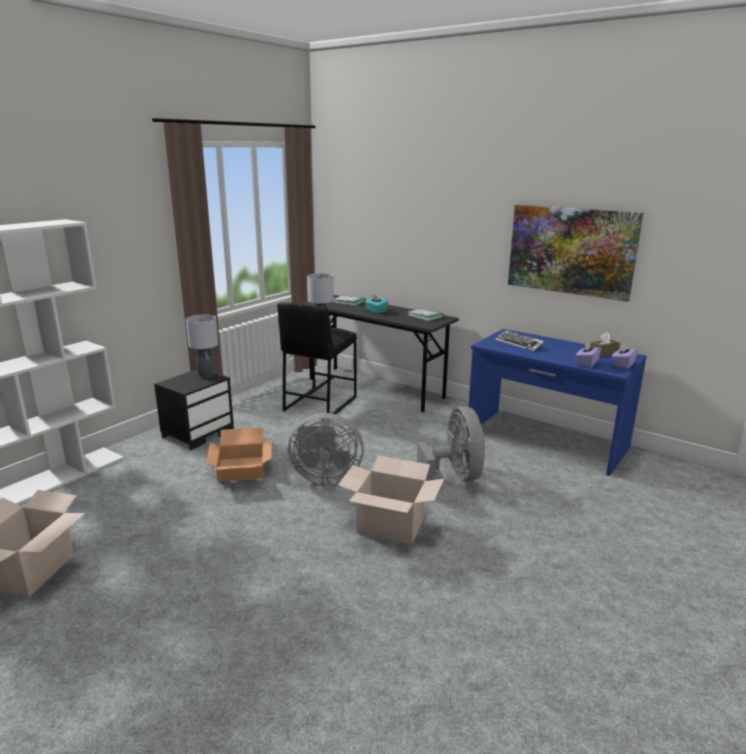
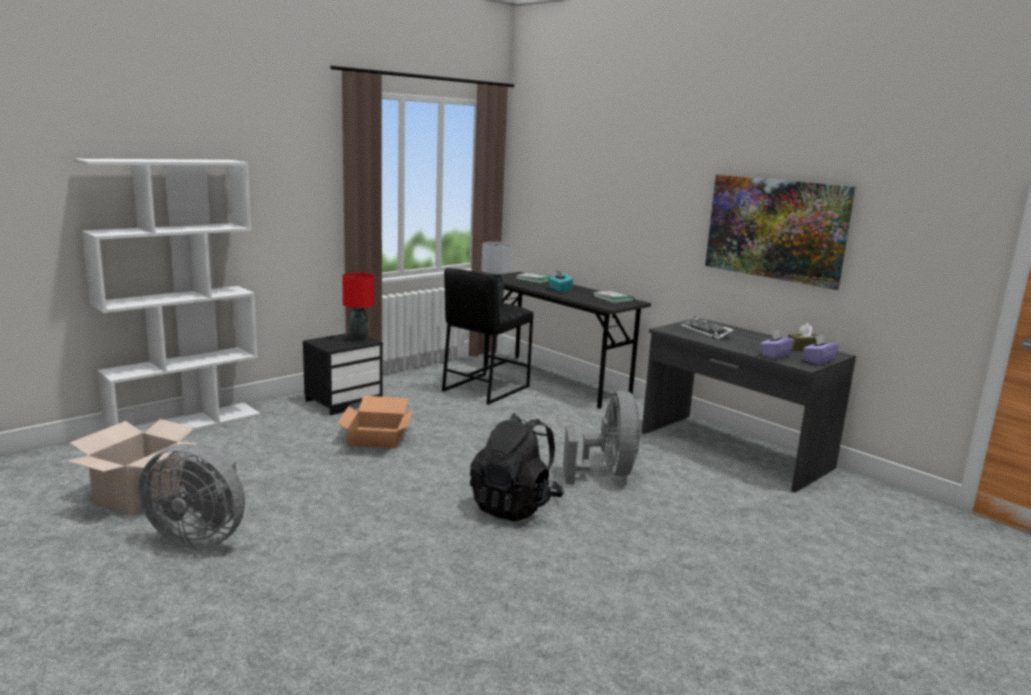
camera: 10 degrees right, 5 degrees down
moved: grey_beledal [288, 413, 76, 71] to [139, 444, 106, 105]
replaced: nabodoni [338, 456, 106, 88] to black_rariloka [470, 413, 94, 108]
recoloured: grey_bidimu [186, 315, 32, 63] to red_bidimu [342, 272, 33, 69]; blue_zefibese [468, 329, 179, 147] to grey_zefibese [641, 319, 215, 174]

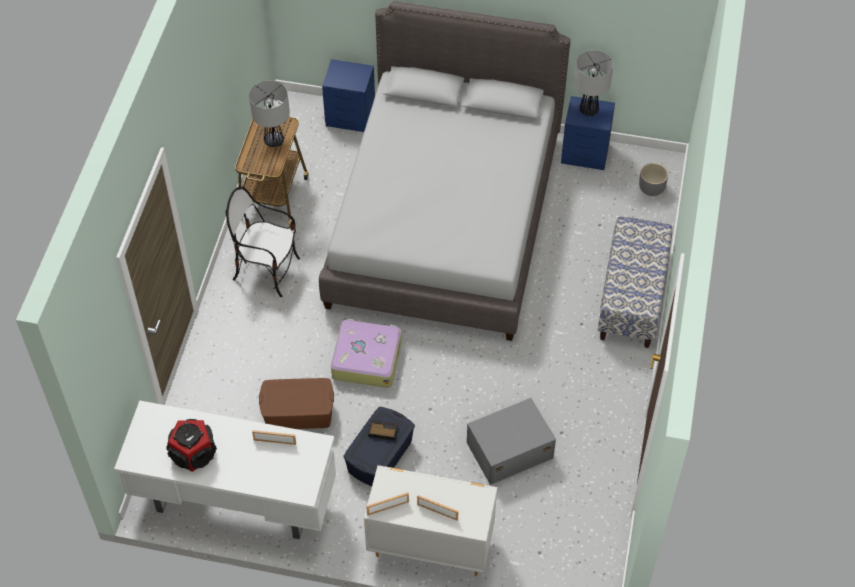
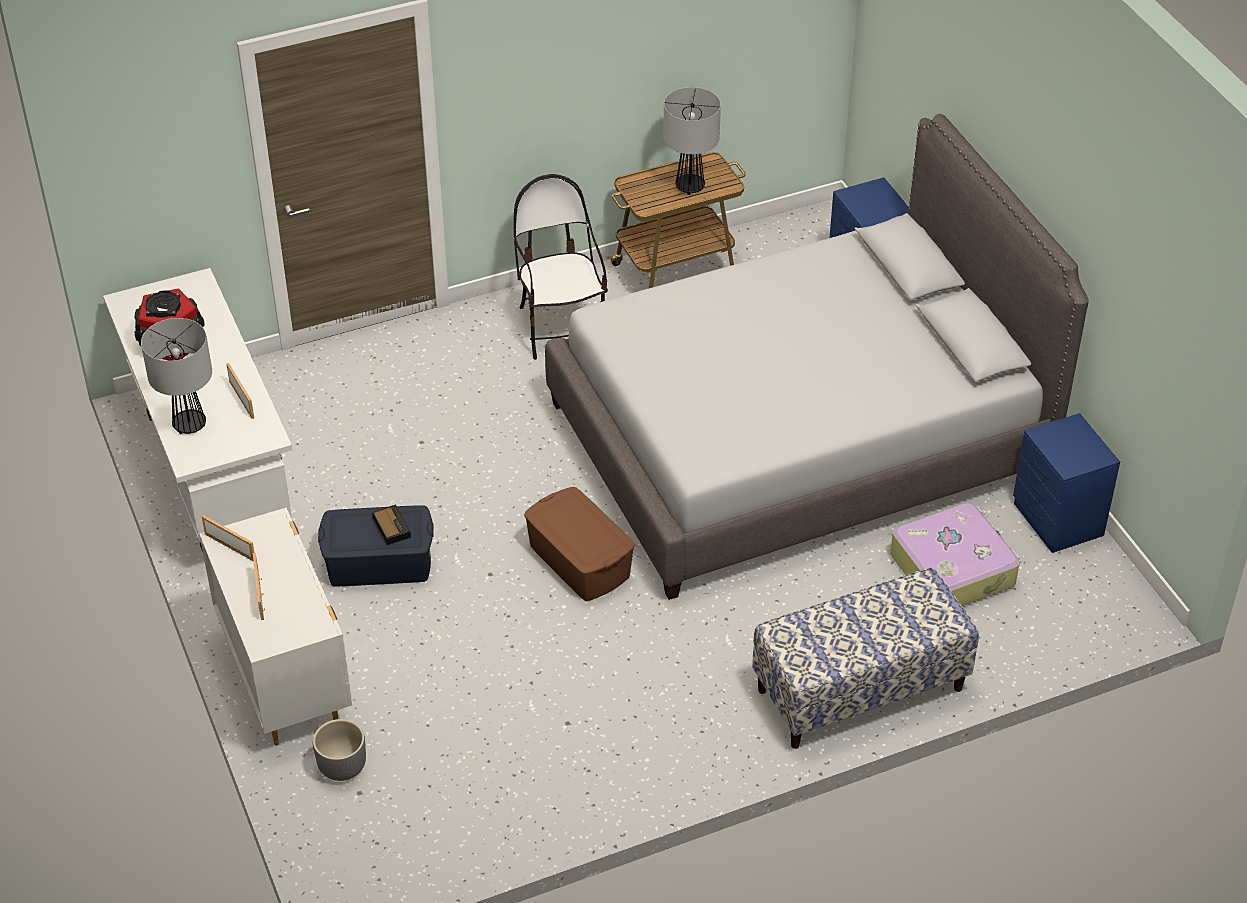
camera: 55 degrees right, 10 degrees down
removed: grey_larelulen [467, 398, 89, 87]
moved: bidimu [574, 50, 39, 66] to [141, 318, 71, 116]; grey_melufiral [639, 163, 29, 33] to [313, 719, 53, 62]; brown_larelulen [259, 378, 75, 51] to [524, 487, 111, 114]; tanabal [331, 319, 71, 69] to [890, 503, 130, 103]

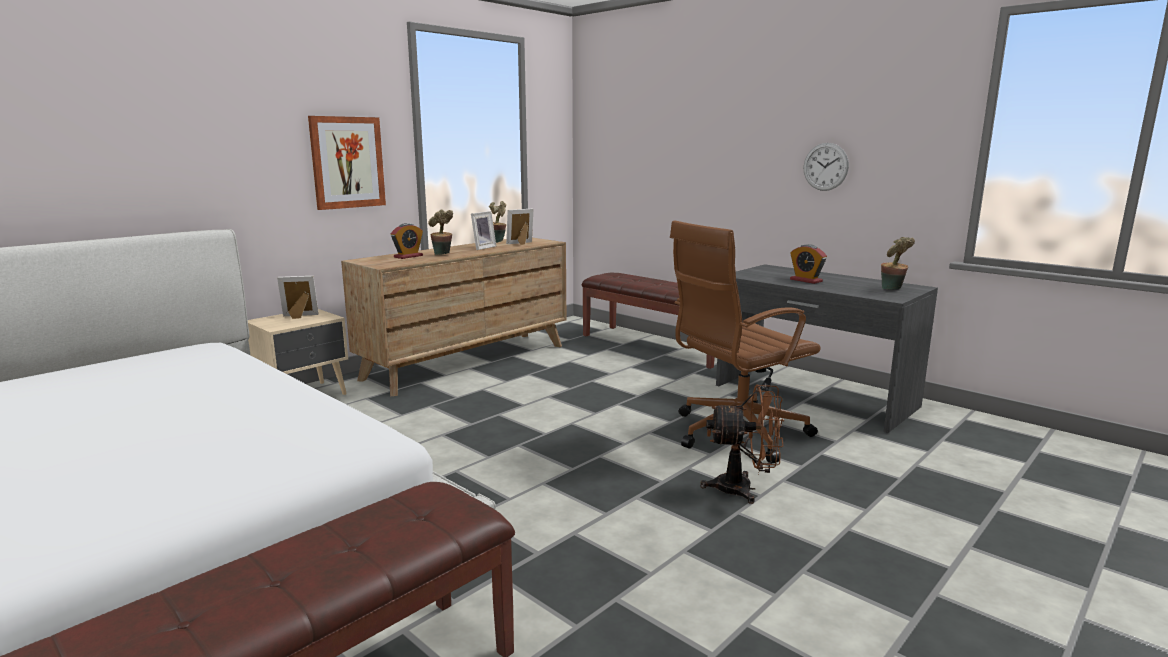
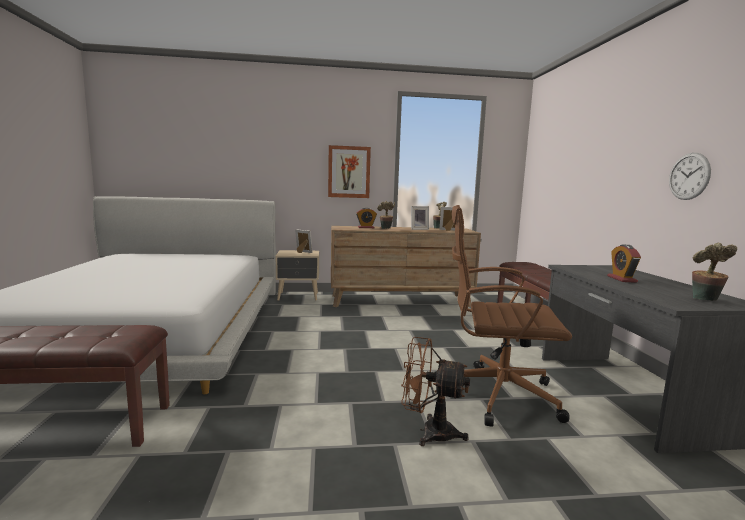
camera: 40 degrees right, 5 degrees down
turned: brown_beledal [700, 385, 84, 119] = [401, 337, 69, 109] 150 degrees clockwise

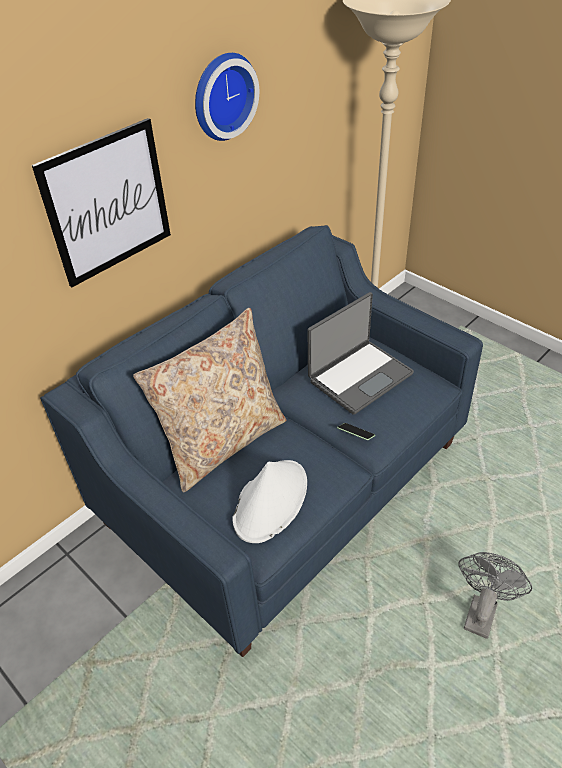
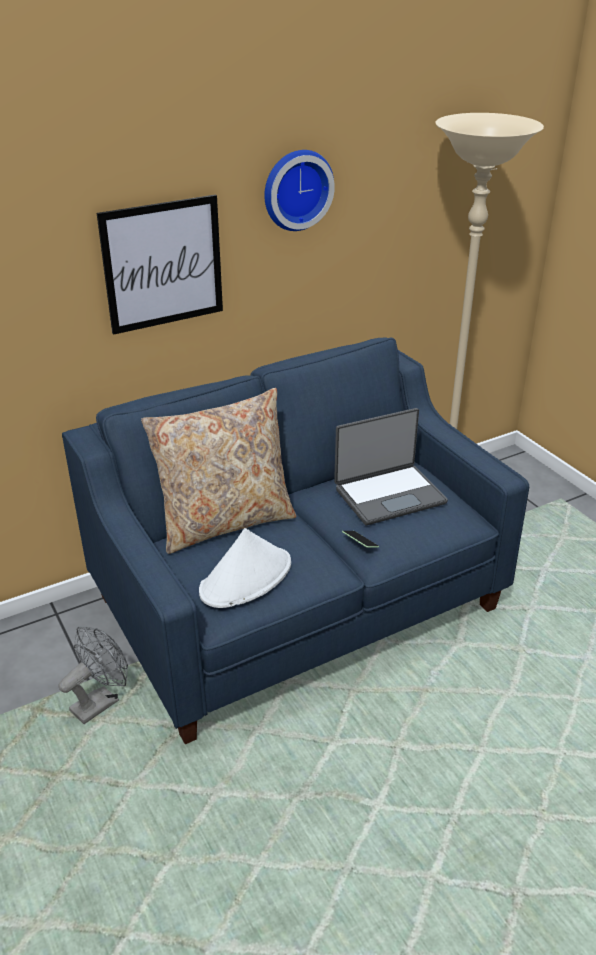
camera: 15 degrees right, 10 degrees down
moved: grey_beledal [458, 552, 74, 87] to [59, 627, 69, 97]

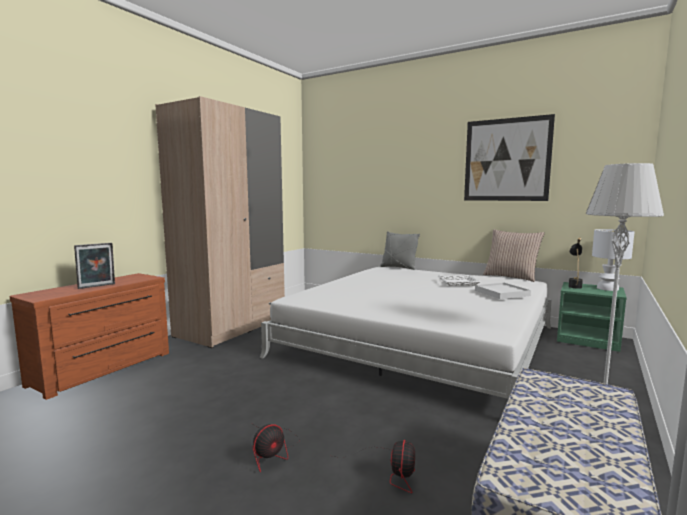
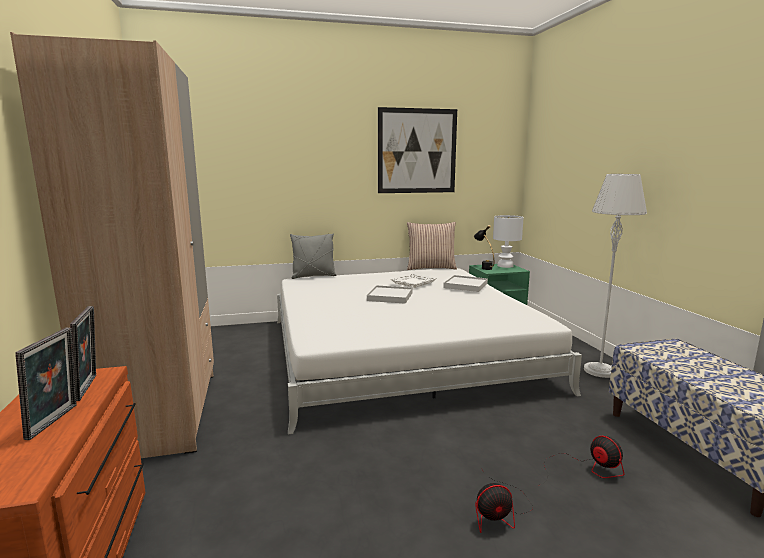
camera: 45 degrees left, 5 degrees up
added: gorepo [70, 306, 26, 95]; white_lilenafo [367, 285, 45, 19]
turned: beledal [252, 424, 48, 49] = [475, 471, 58, 62] 75 degrees clockwise

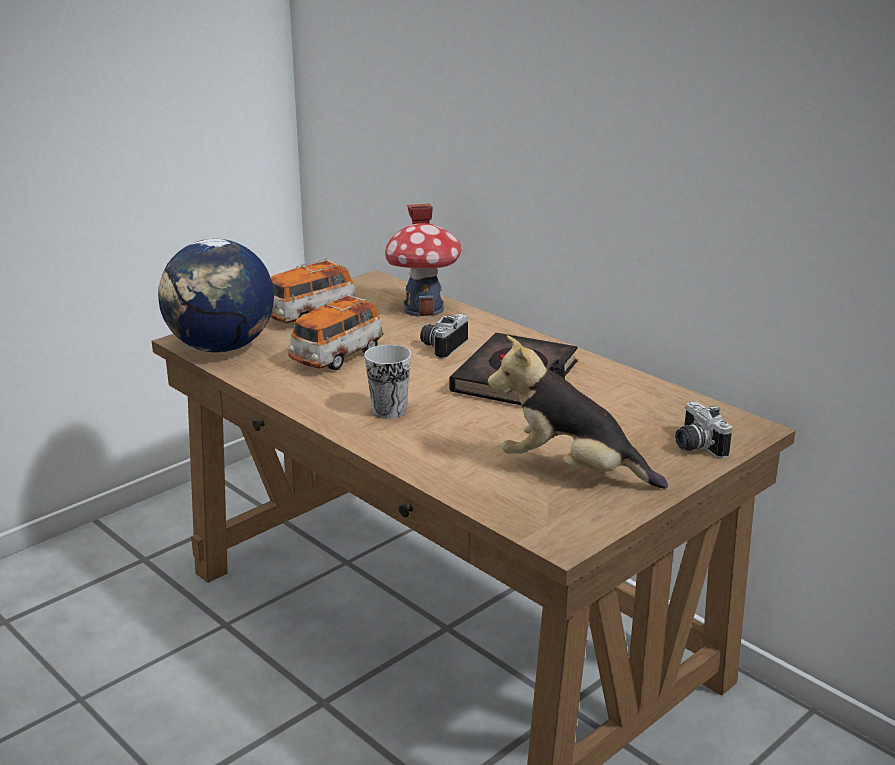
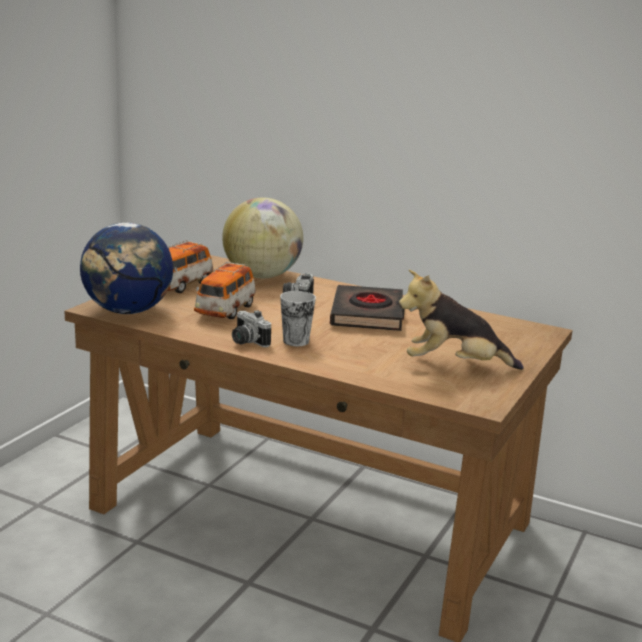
camera: 20 degrees left, 5 degrees down
moved: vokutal [675, 401, 57, 58] to [232, 310, 39, 37]
replaced: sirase [385, 204, 77, 113] to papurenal [222, 197, 81, 81]

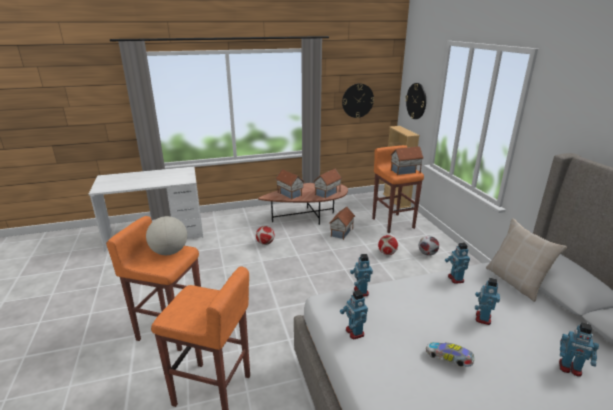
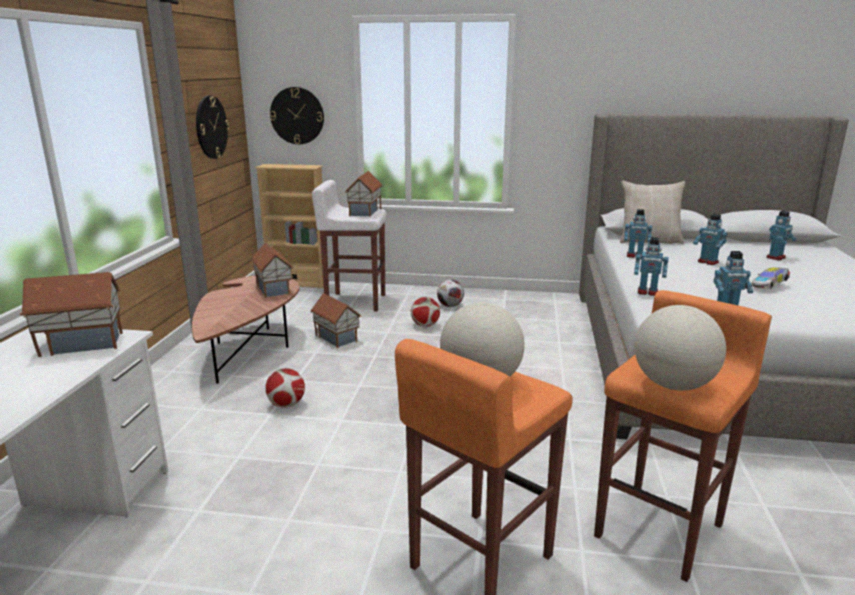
camera: 65 degrees left, 5 degrees down
added: papurenal [635, 305, 91, 86]
moved: sirase [275, 169, 29, 30] to [20, 272, 103, 85]
recoloured: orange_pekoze [372, 145, 52, 88] to white_pekoze [312, 180, 75, 131]

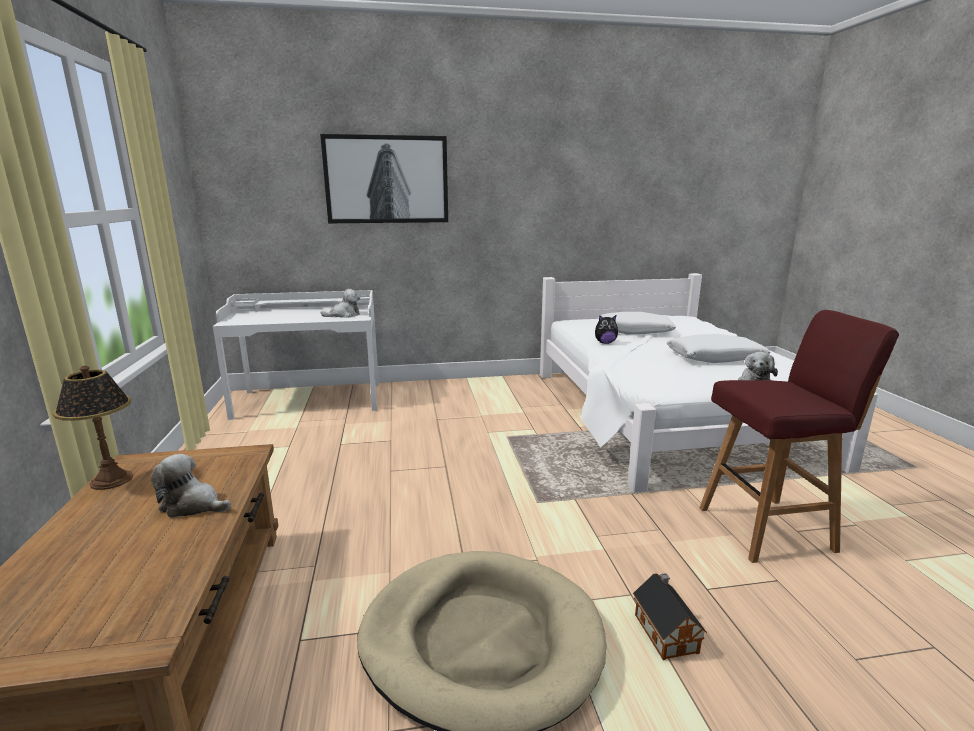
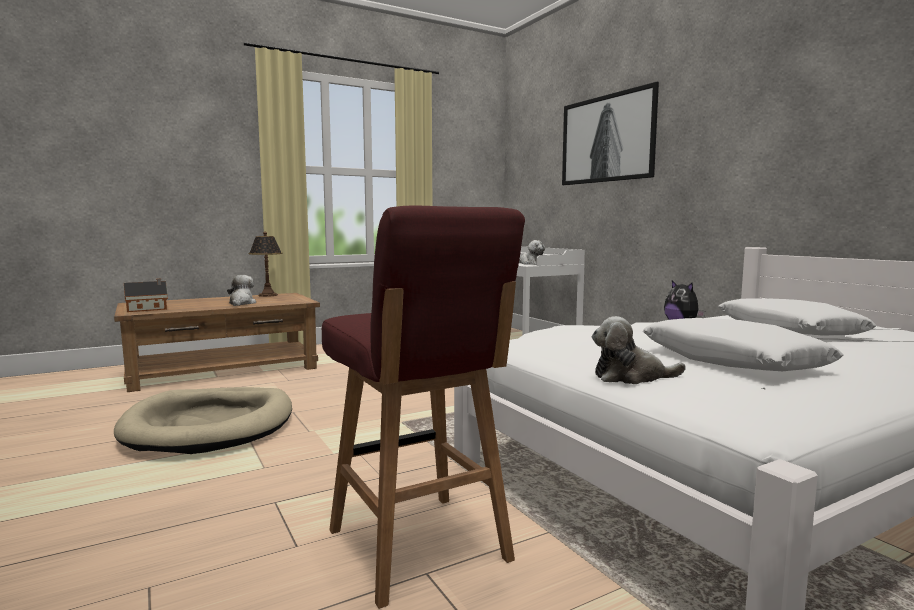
camera: 70 degrees right, 10 degrees down
moved: sirase [633, 573, 74, 87] to [124, 278, 44, 34]

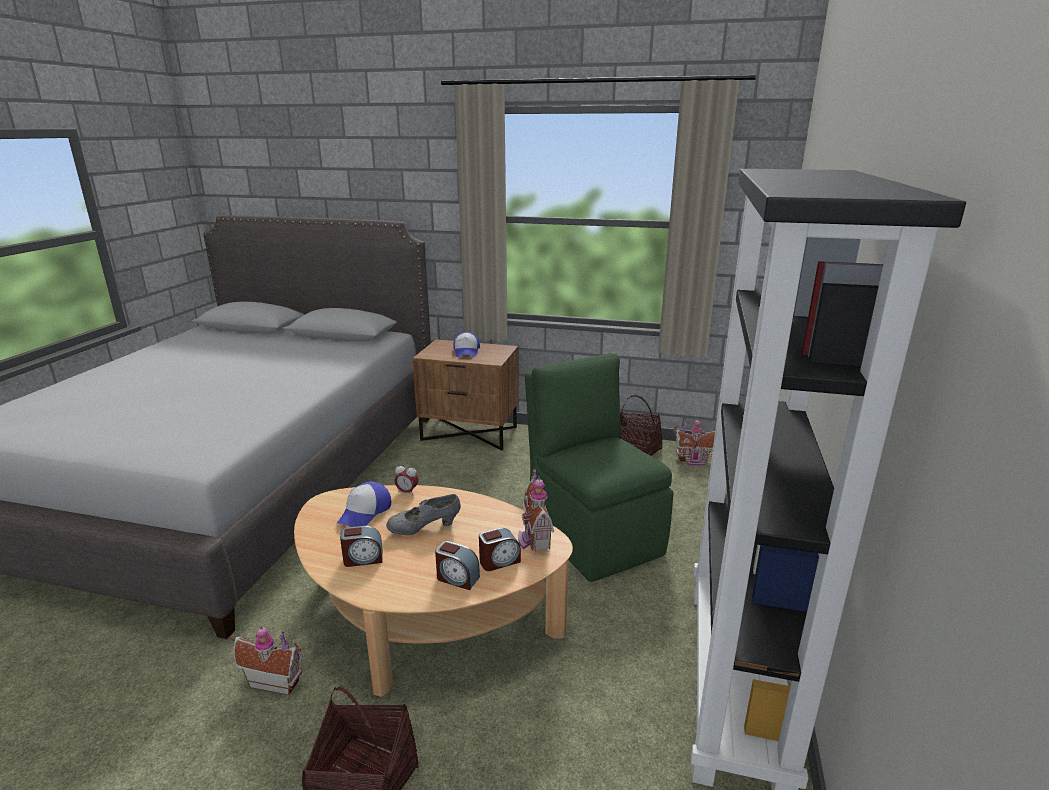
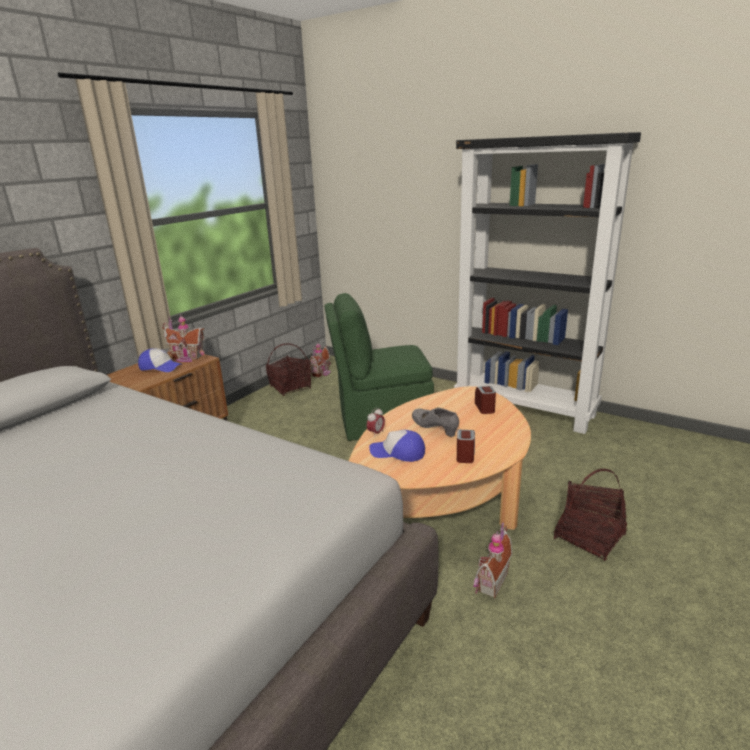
camera: 70 degrees left, 0 degrees up
removed: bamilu [435, 541, 45, 49]
moved: sirase [518, 469, 36, 82] to [162, 314, 43, 48]
turned: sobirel [336, 482, 55, 45] = [369, 429, 56, 33] 150 degrees clockwise; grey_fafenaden [386, 494, 75, 41] = [412, 408, 47, 29] 135 degrees clockwise

